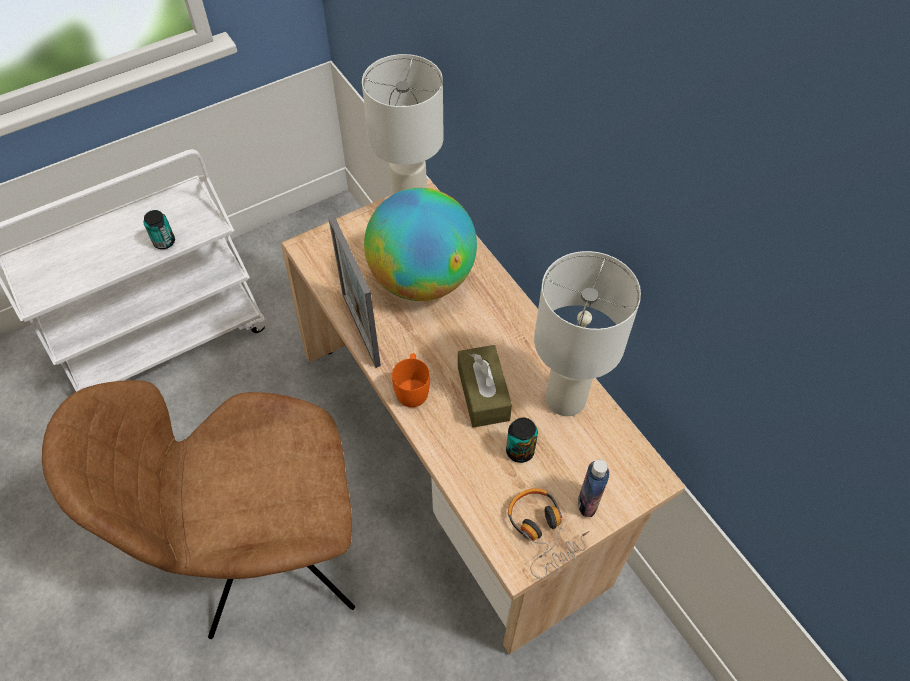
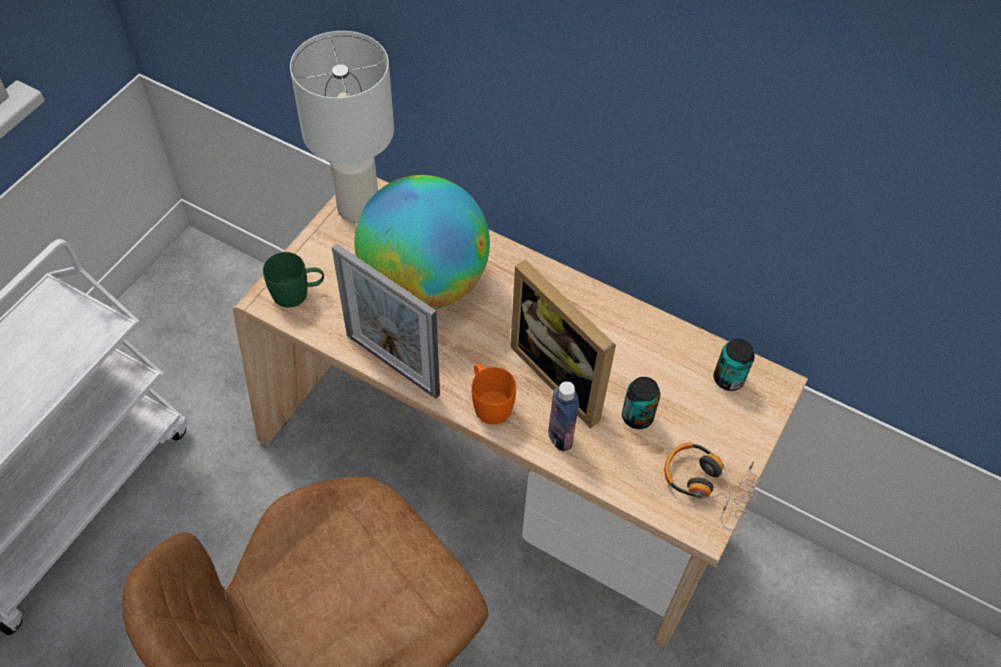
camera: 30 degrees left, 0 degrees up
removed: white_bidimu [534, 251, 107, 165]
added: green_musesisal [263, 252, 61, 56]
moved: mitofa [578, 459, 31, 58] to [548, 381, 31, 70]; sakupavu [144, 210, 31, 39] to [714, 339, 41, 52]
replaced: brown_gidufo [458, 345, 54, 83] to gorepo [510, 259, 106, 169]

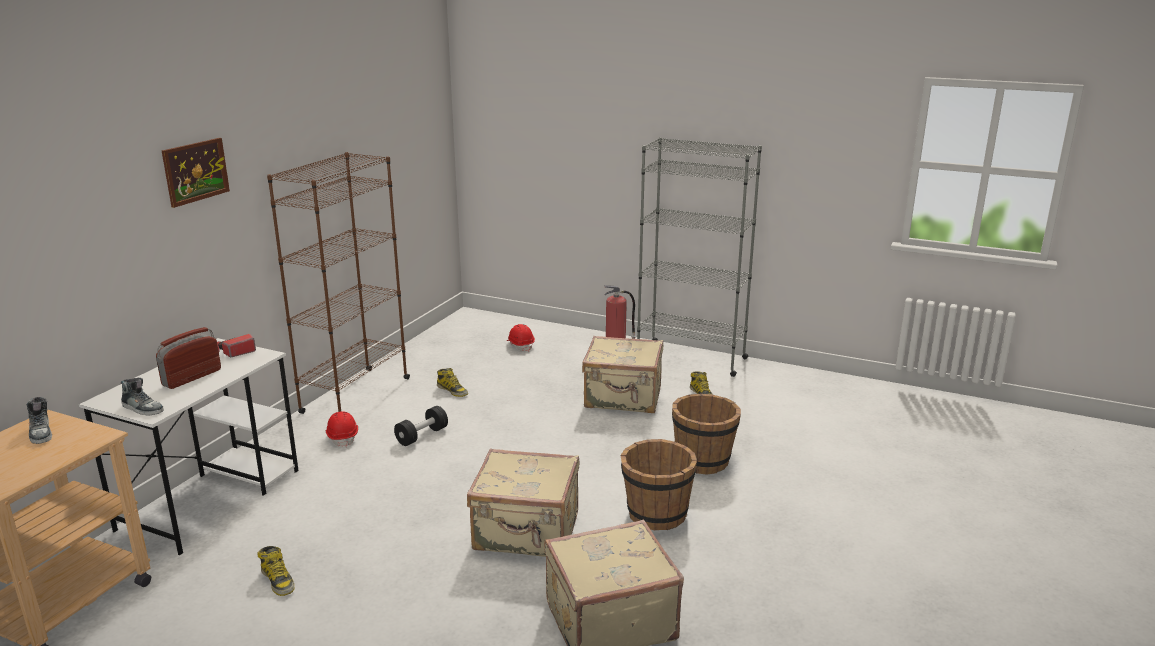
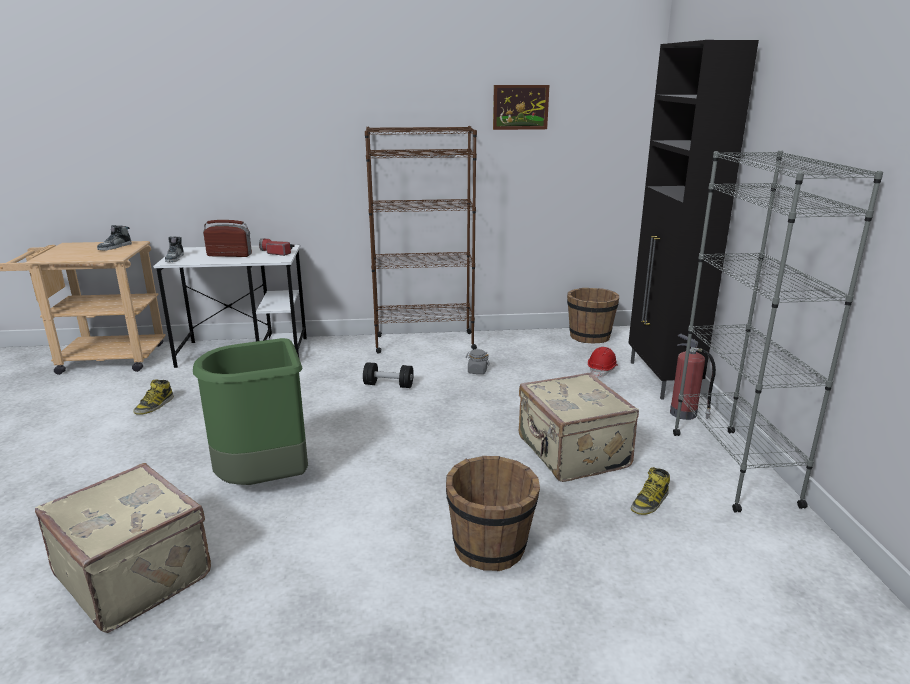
camera: 60 degrees right, 0 degrees up
removed: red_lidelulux [326, 411, 32, 36]
added: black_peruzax [628, 40, 131, 360]
moved: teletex [162, 138, 68, 70] to [493, 85, 56, 45]; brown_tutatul [621, 439, 76, 91] to [567, 288, 52, 55]
replaced: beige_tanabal [467, 448, 112, 109] to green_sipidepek [193, 338, 115, 147]; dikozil [437, 368, 31, 29] to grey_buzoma [465, 349, 24, 25]

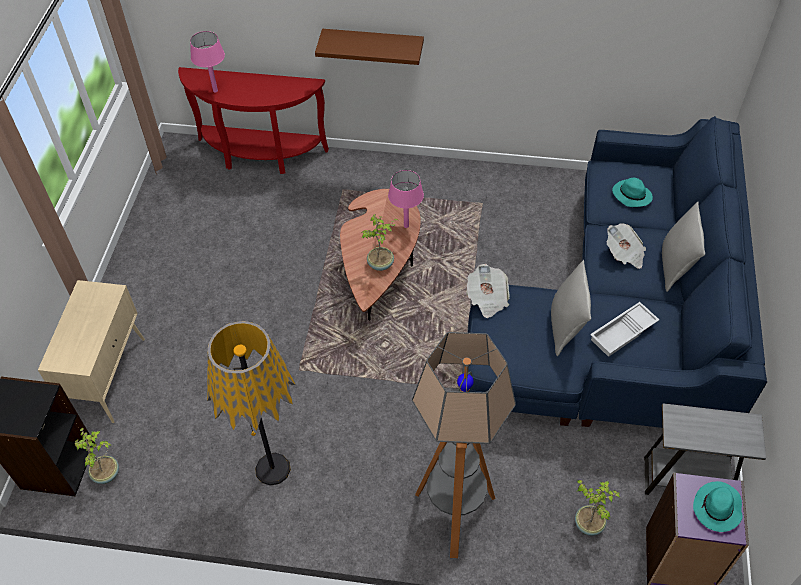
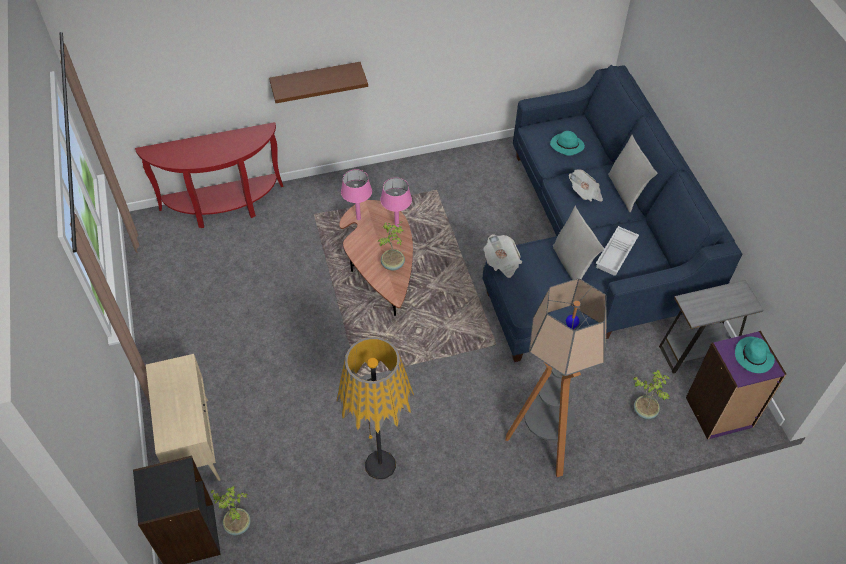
camera: 25 degrees left, 0 degrees up
moved: pink_bidimu [190, 31, 35, 62] to [341, 169, 31, 51]

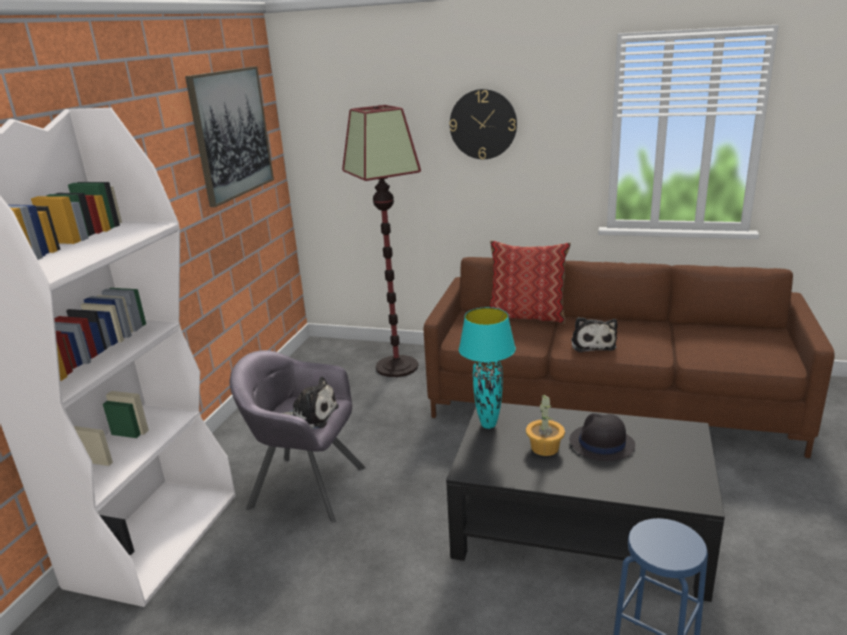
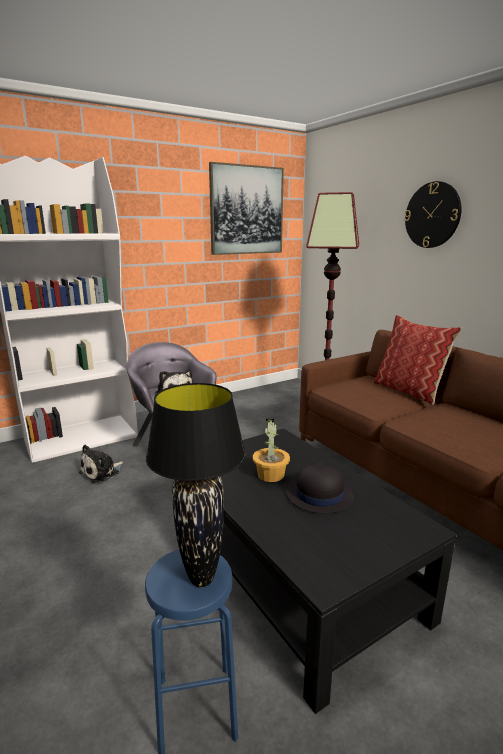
camera: 40 degrees right, 5 degrees down
removed: turquoise_bidimu [459, 307, 57, 122]
added: black_bidimu [146, 383, 99, 204]
moved: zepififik [571, 317, 47, 35] to [79, 444, 45, 39]

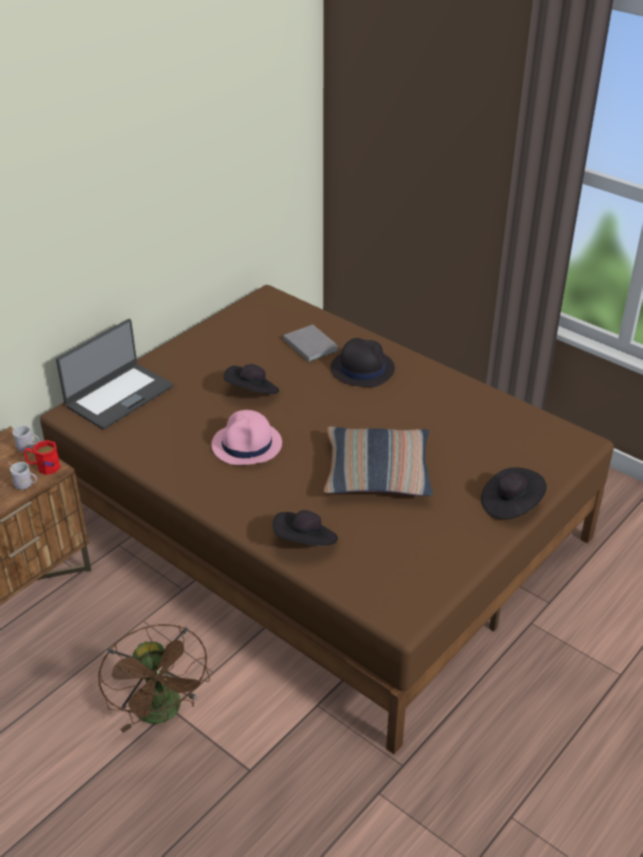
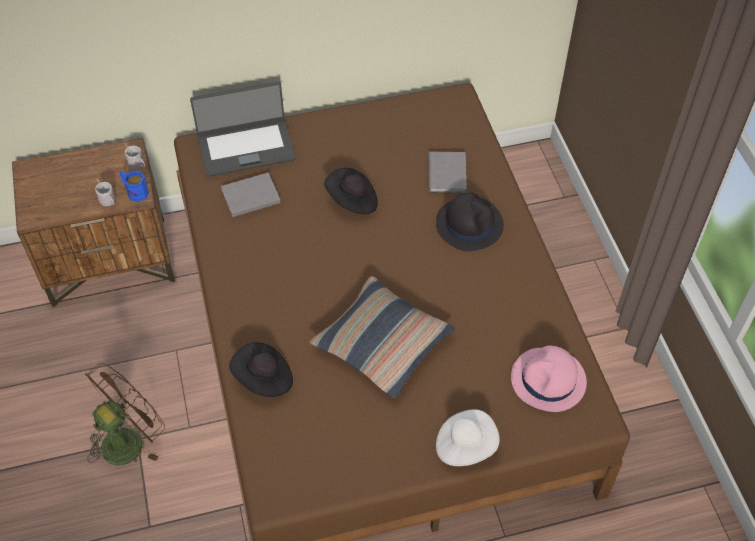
camera: 35 degrees right, 15 degrees up
added: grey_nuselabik [221, 173, 59, 44]
moved: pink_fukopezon [211, 410, 71, 55] to [511, 346, 76, 66]
recoloured: red_musesisal [24, 440, 37, 35] to blue_musesisal [120, 170, 29, 32]; black_fukopezon [481, 467, 66, 53] to white_fukopezon [436, 409, 64, 57]
turned: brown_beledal [98, 624, 112, 109] = [85, 363, 80, 103] 150 degrees counterclockwise

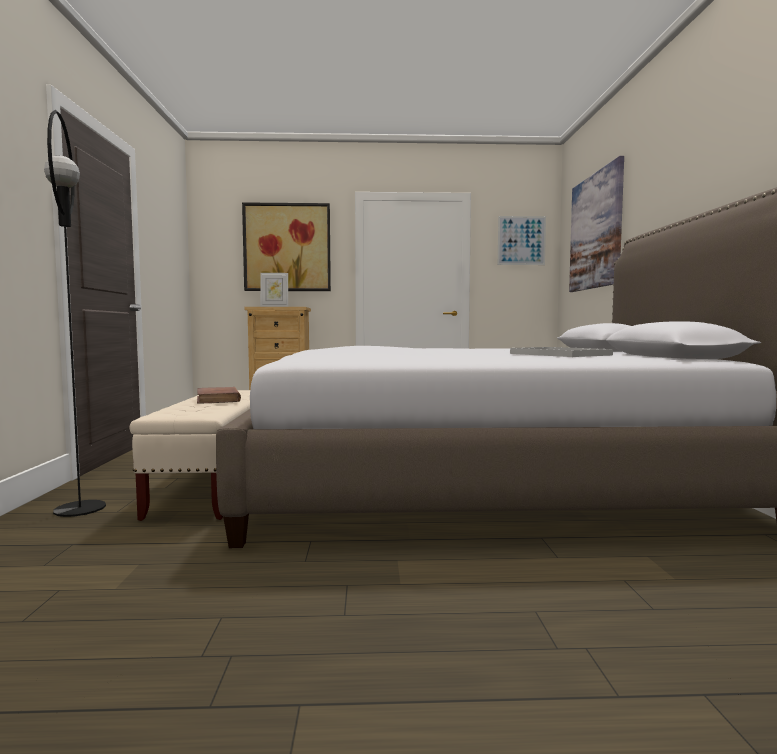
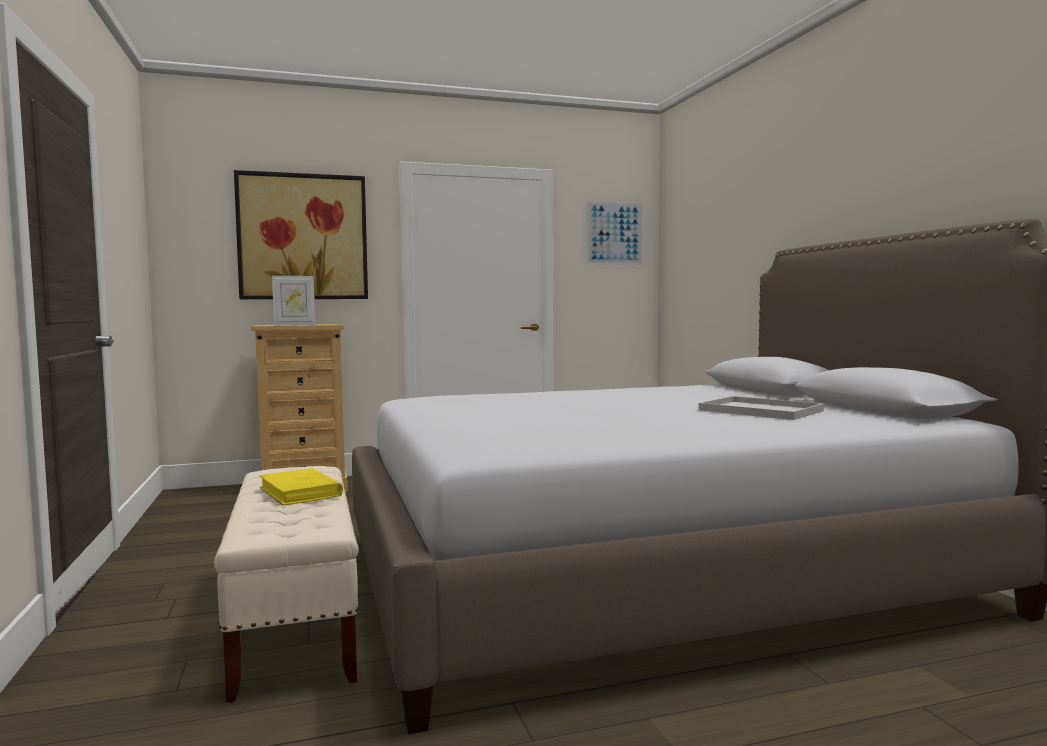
camera: 15 degrees left, 0 degrees up
removed: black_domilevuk [44, 110, 62, 407]; teletex [569, 156, 55, 136]
recoloured: brown_nuselabik [197, 387, 44, 16] to yellow_nuselabik [259, 468, 84, 37]

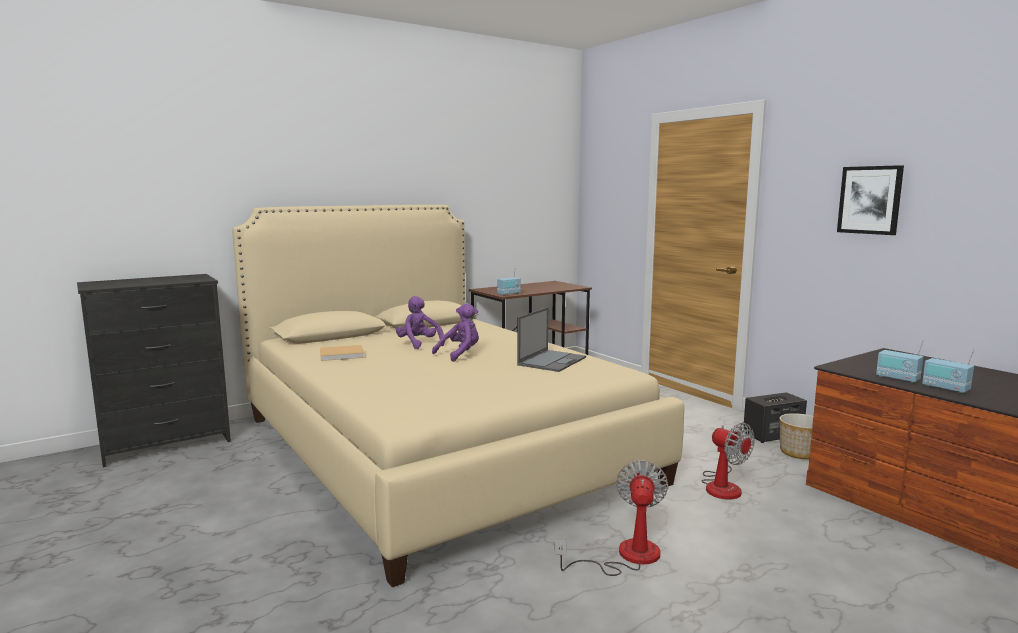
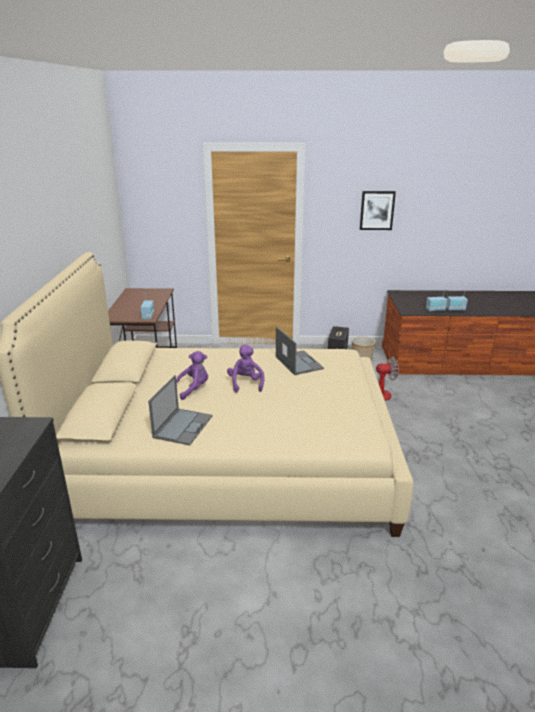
camera: 55 degrees left, 15 degrees up
removed: beledal [555, 460, 113, 116]
replaced: beige_nuselabik [320, 345, 45, 16] to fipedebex [148, 375, 64, 70]
turned: purple_zepififik [396, 296, 49, 53] = [176, 351, 32, 49] 150 degrees clockwise

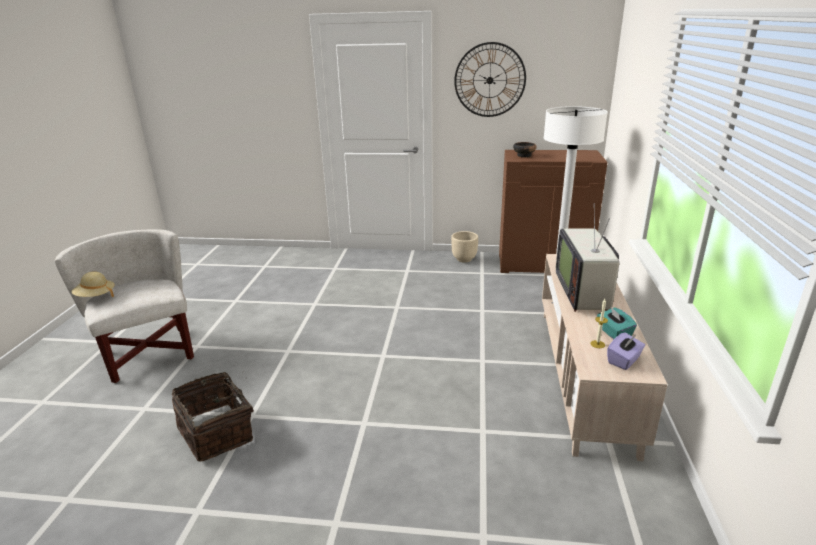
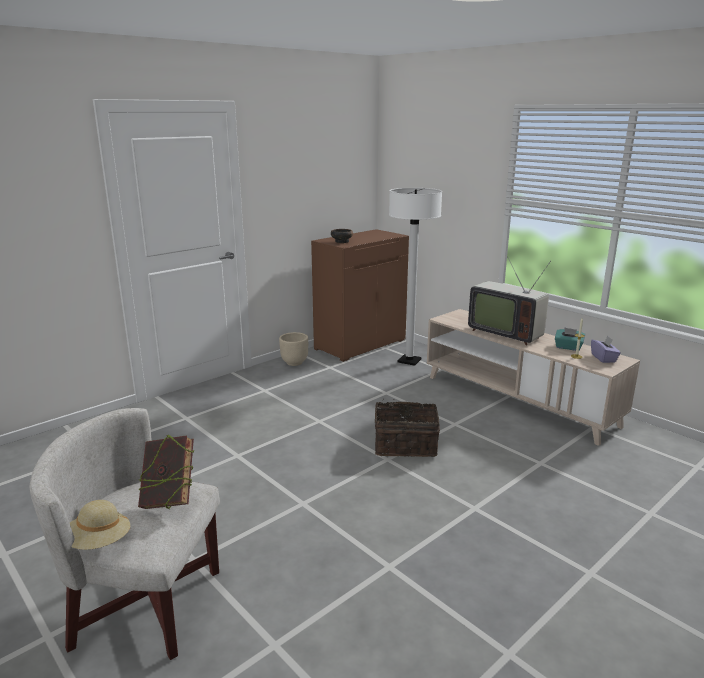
camera: 50 degrees left, 5 degrees down
removed: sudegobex [454, 42, 72, 75]
added: nuselabik [138, 434, 56, 75]
moved: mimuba [172, 372, 82, 89] to [375, 398, 65, 59]

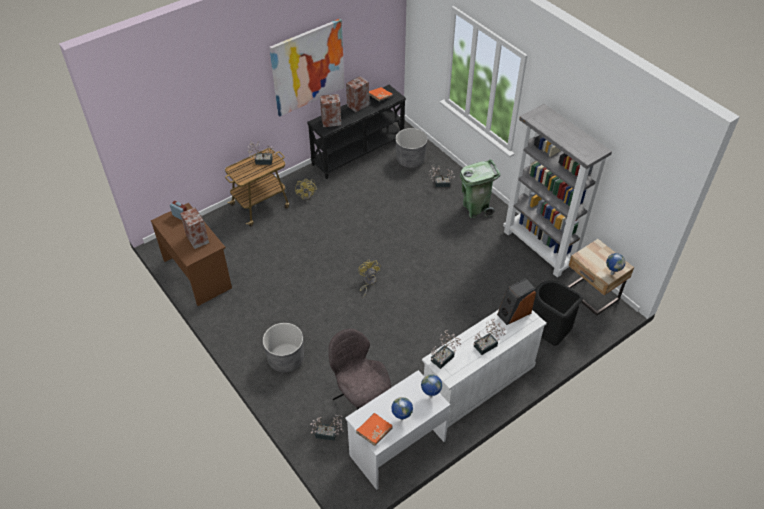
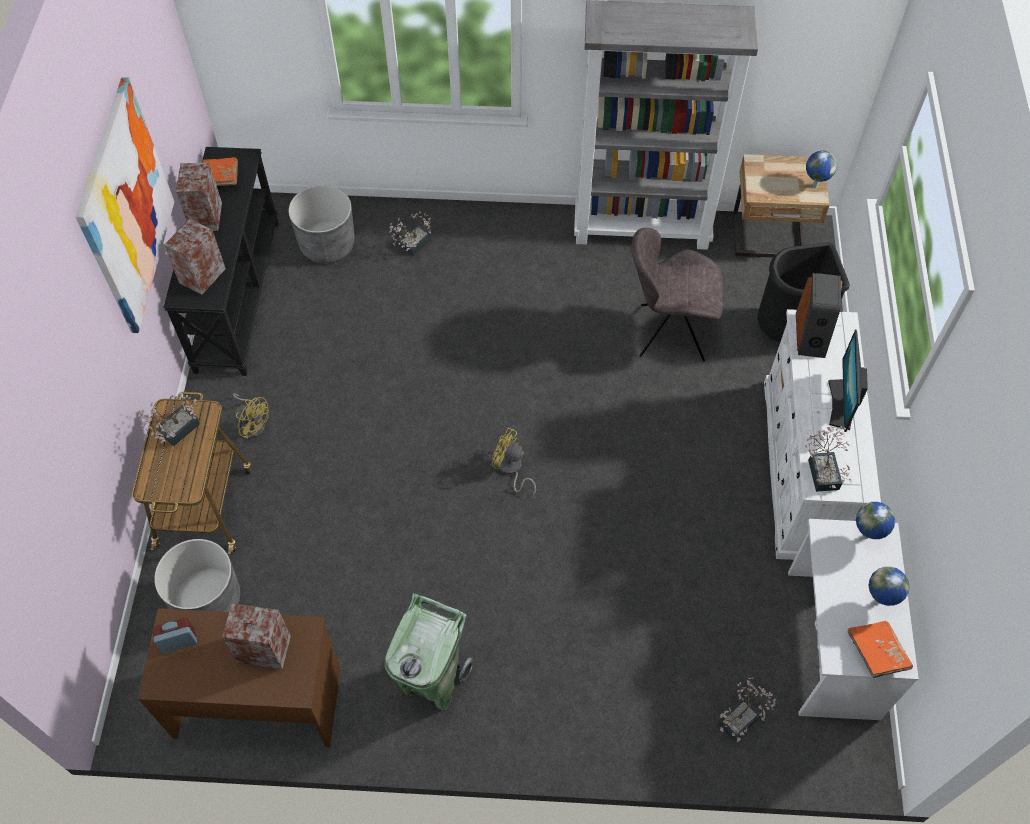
camera: 50 degrees left, 10 degrees up
moved: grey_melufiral [263, 323, 41, 50] to [154, 539, 86, 73]; green_sipidepek [460, 159, 41, 59] to [384, 593, 89, 117]; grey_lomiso [329, 329, 62, 81] to [631, 228, 92, 133]
replaced: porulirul [473, 318, 33, 37] to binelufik [828, 330, 40, 102]

